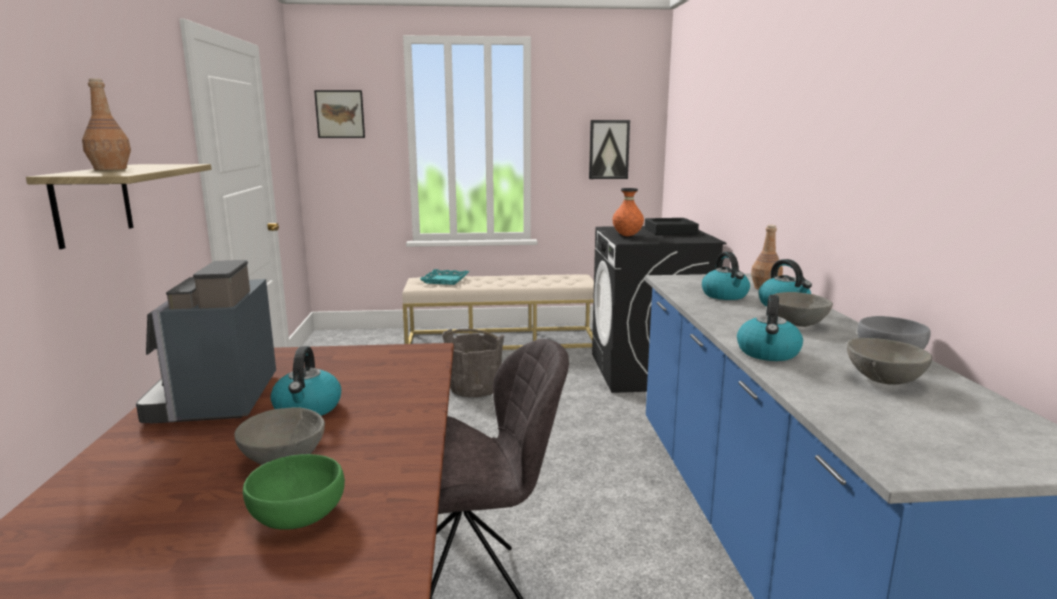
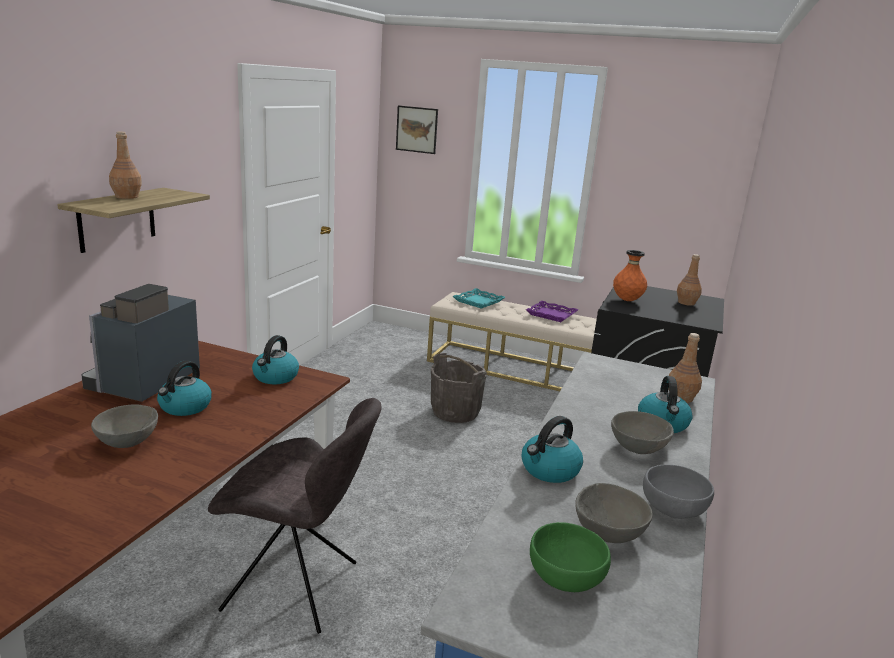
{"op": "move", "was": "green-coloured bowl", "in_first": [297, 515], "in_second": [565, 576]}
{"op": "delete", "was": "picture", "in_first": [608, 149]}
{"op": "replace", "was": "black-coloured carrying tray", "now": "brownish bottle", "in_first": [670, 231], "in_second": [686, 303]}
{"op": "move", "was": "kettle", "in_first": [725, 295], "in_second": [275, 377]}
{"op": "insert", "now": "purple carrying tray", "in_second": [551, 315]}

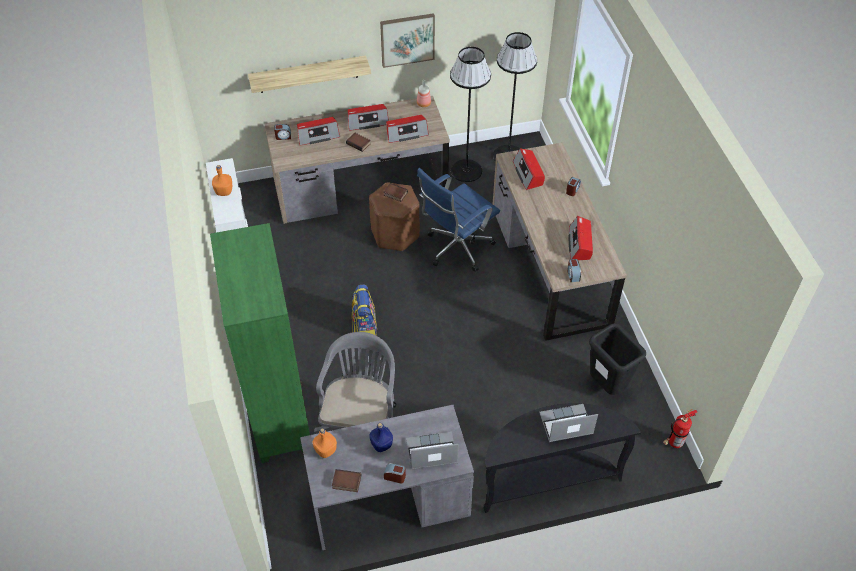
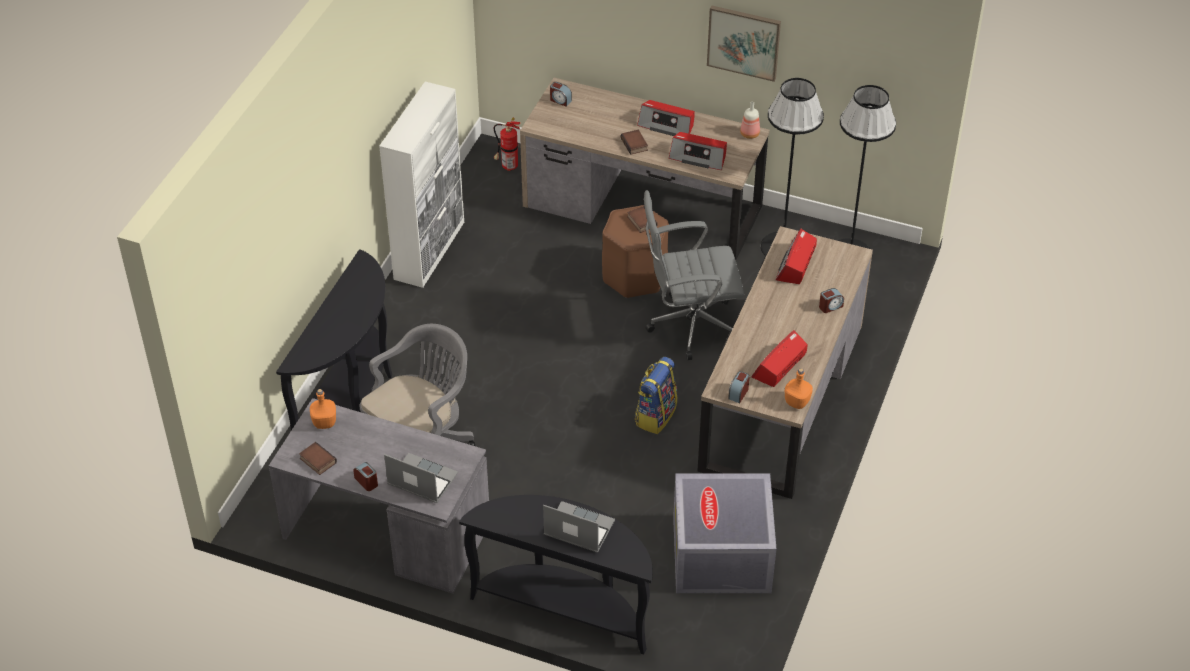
{"op": "replace", "was": "green-coloured bookshelf", "now": "black-coloured console table", "in_first": [279, 415], "in_second": [352, 394]}
{"op": "move", "was": "orange bottle", "in_first": [224, 191], "in_second": [797, 402]}
{"op": "delete", "was": "wall shelf", "in_first": [308, 74]}
{"op": "delete", "was": "radio set", "in_first": [318, 135]}
{"op": "move", "was": "knapsack", "in_first": [364, 327], "in_second": [655, 415]}
{"op": "delete", "was": "bluish bottle", "in_first": [381, 444]}
{"op": "recolor", "was": "bluish desk chair", "now": "grey desk chair", "in_first": [456, 249], "in_second": [689, 326]}
{"op": "replace", "was": "black-coloured waste bin", "now": "grey storage bin", "in_first": [607, 386], "in_second": [723, 556]}
{"op": "move", "was": "fire-fighting cylinder", "in_first": [673, 443], "in_second": [508, 166]}

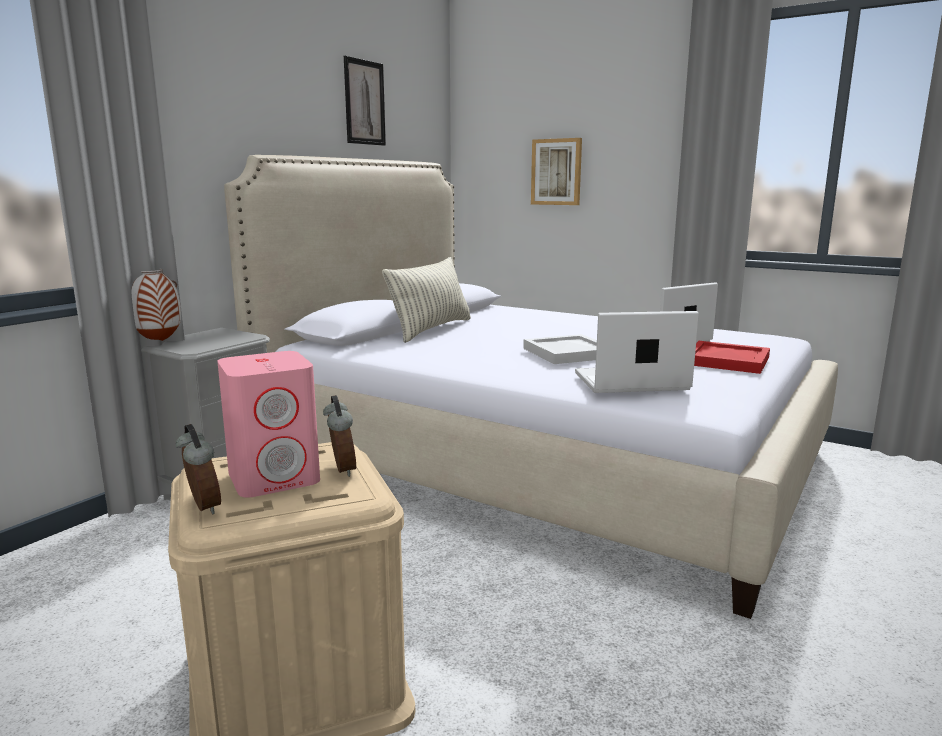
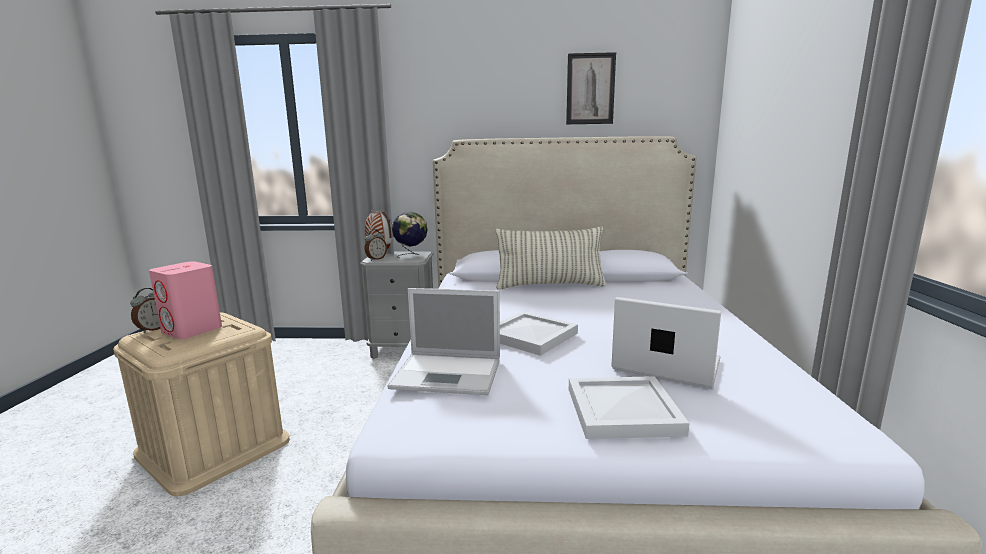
{"op": "move", "was": "bedside clock", "in_first": [341, 470], "in_second": [376, 259]}
{"op": "delete", "was": "picture", "in_first": [556, 172]}
{"op": "rotate", "was": "laptop", "in_first": [628, 382], "in_second": [449, 374], "clockwise": 135}
{"op": "recolor", "was": "red-coloured carrying tray", "now": "whitish carrying tray", "in_first": [725, 361], "in_second": [621, 410]}
{"op": "insert", "now": "world globe", "in_second": [411, 255]}

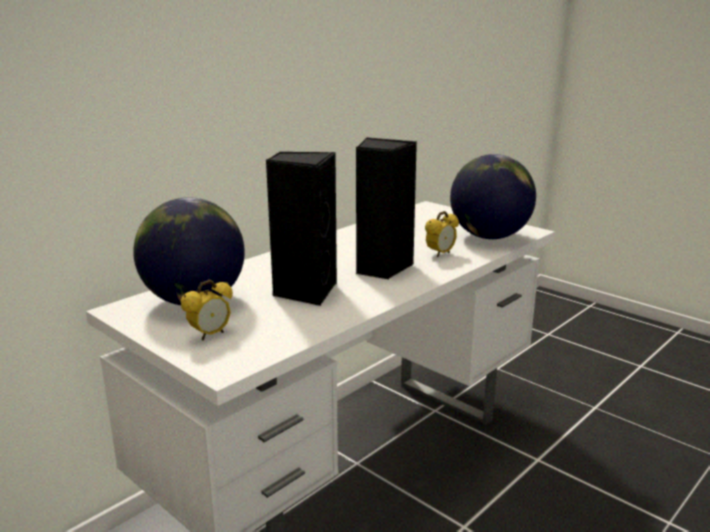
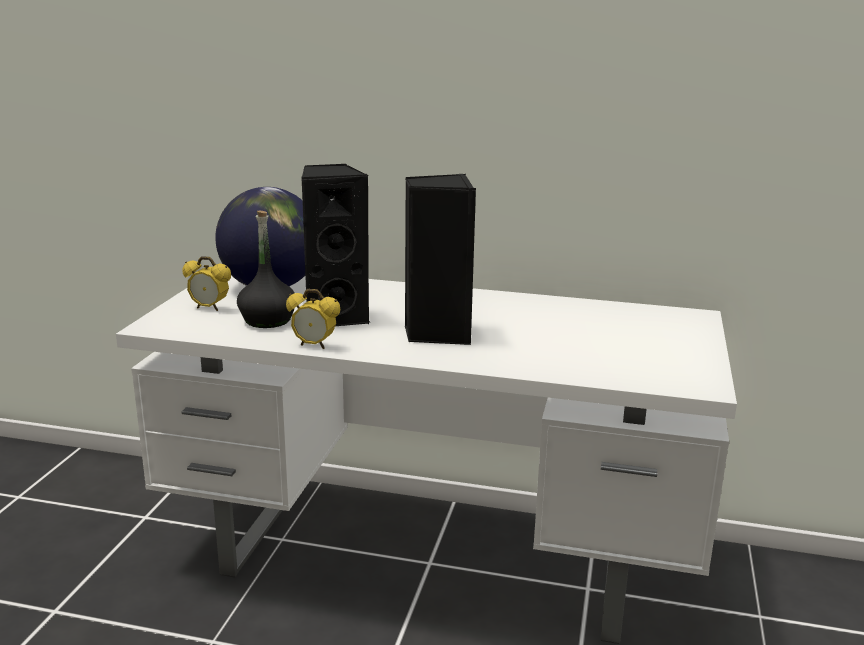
{"op": "move", "was": "bedside clock", "in_first": [440, 254], "in_second": [314, 345]}
{"op": "delete", "was": "world globe", "in_first": [489, 237]}
{"op": "insert", "now": "black-coloured bottle", "in_second": [268, 320]}

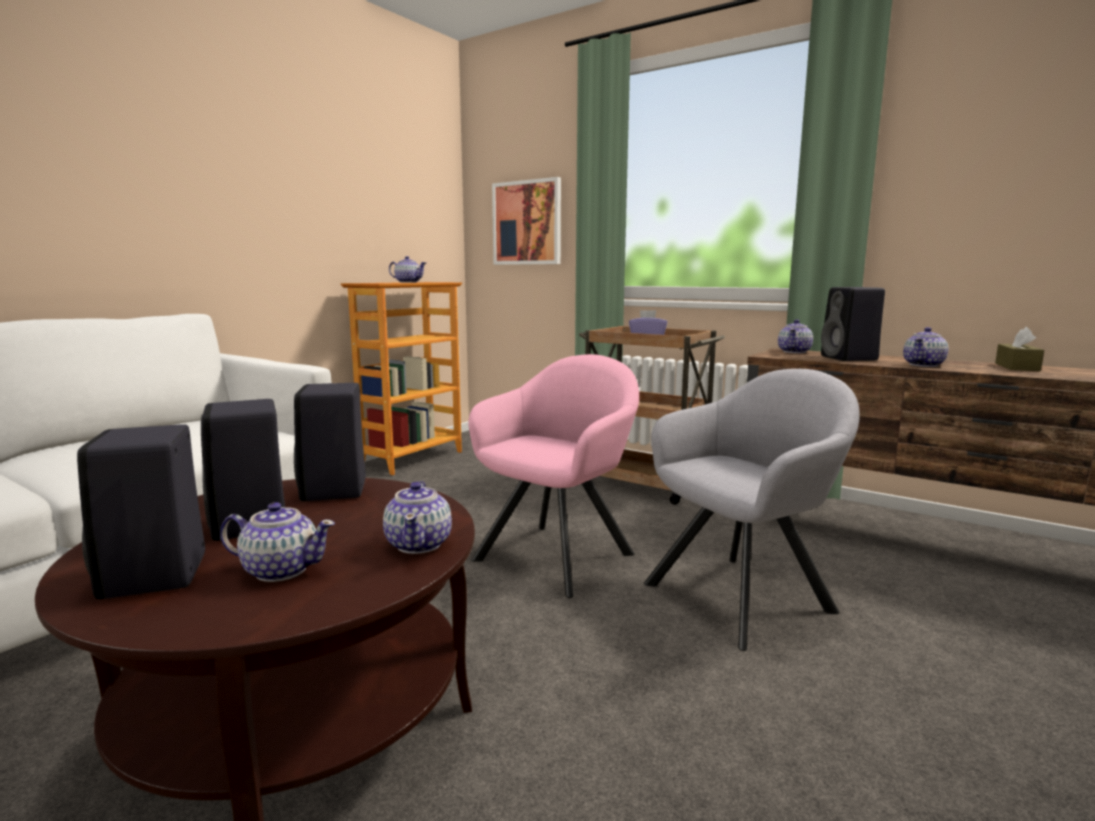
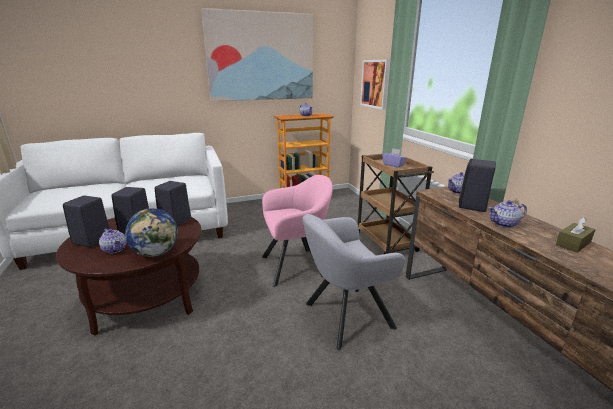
{"op": "replace", "was": "tea pot", "now": "world globe", "in_first": [419, 544], "in_second": [156, 253]}
{"op": "rotate", "was": "grey armchair", "in_first": [745, 595], "in_second": [344, 316], "clockwise": 150}
{"op": "insert", "now": "picture", "in_second": [261, 57]}

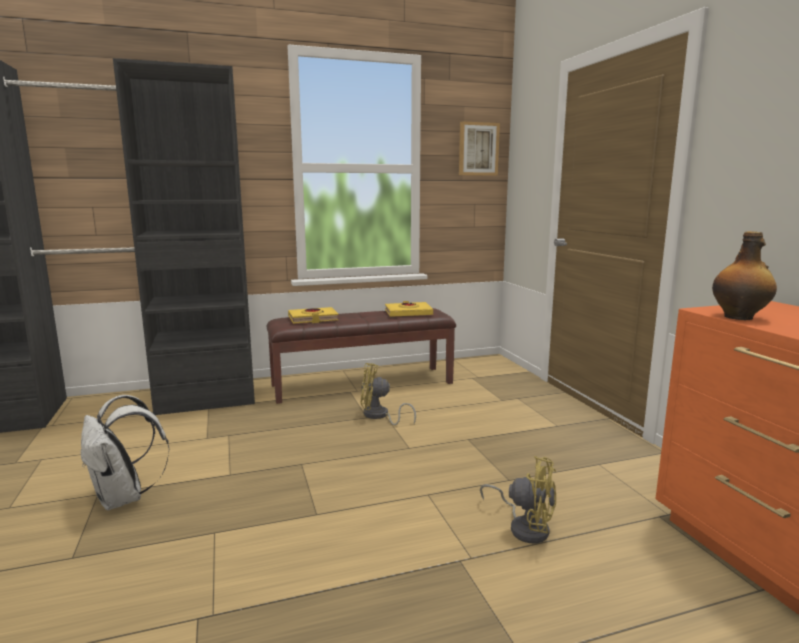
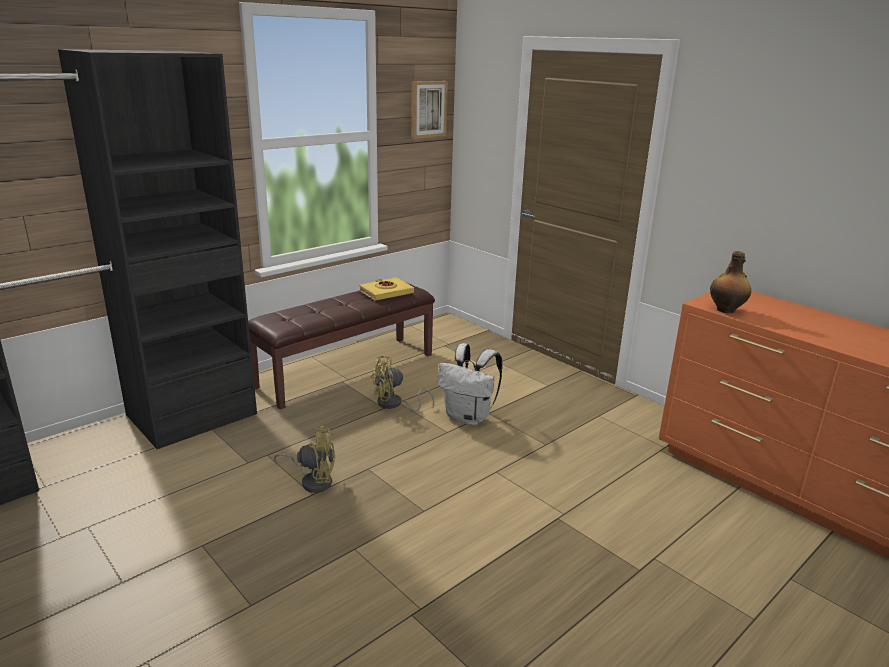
{"op": "move", "was": "whitish knapsack", "in_first": [124, 498], "in_second": [469, 417]}
{"op": "delete", "was": "yellow-coloured bound book", "in_first": [313, 319]}
{"op": "move", "was": "yellow-coloured fan", "in_first": [525, 527], "in_second": [313, 480]}

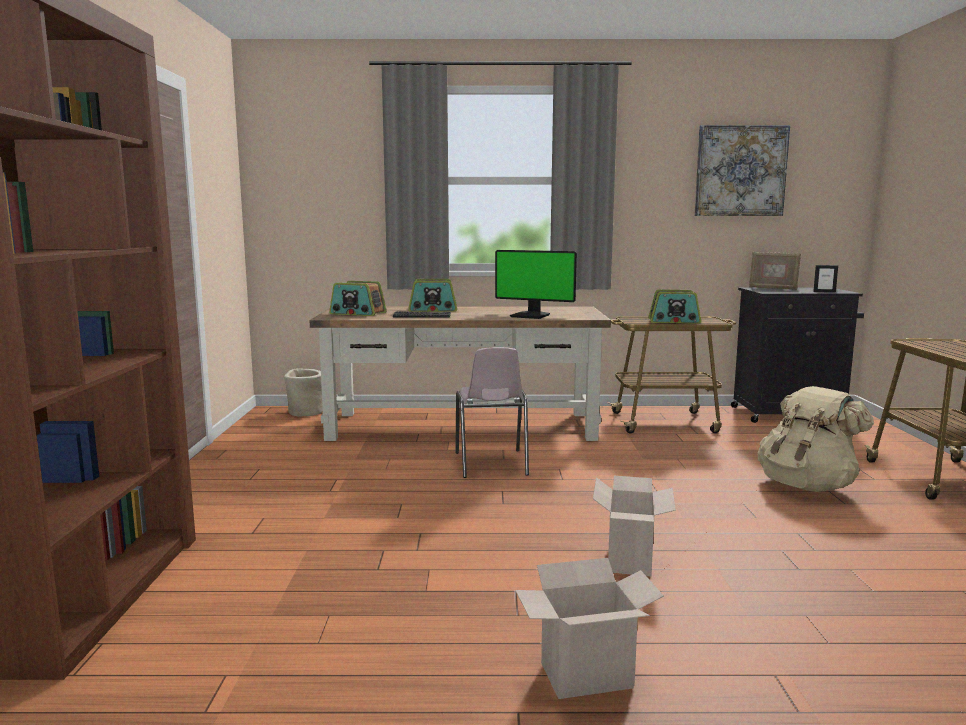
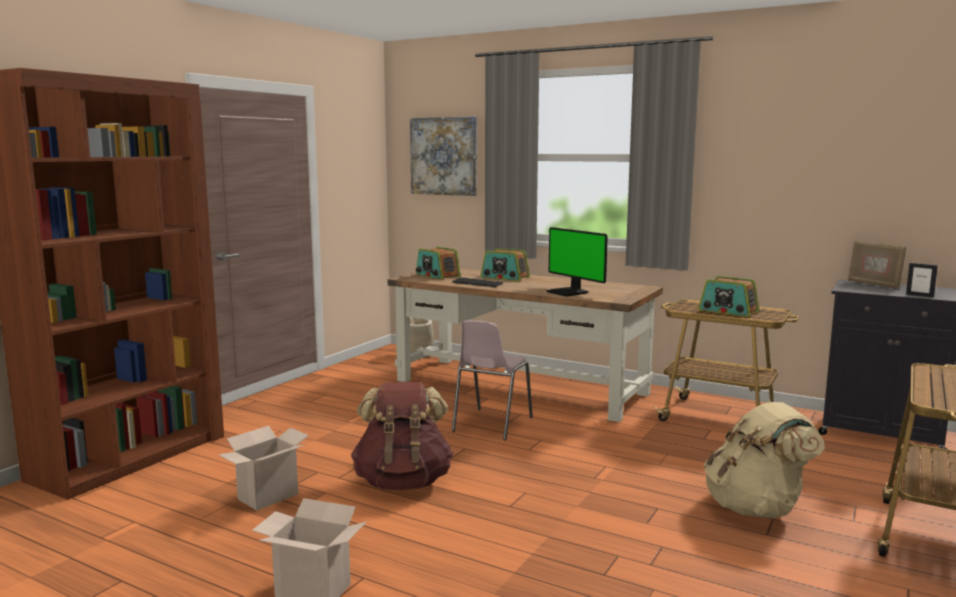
{"op": "move", "was": "packing box", "in_first": [631, 561], "in_second": [267, 498]}
{"op": "move", "was": "picture", "in_first": [740, 171], "in_second": [444, 156]}
{"op": "insert", "now": "brownish knapsack", "in_second": [403, 482]}

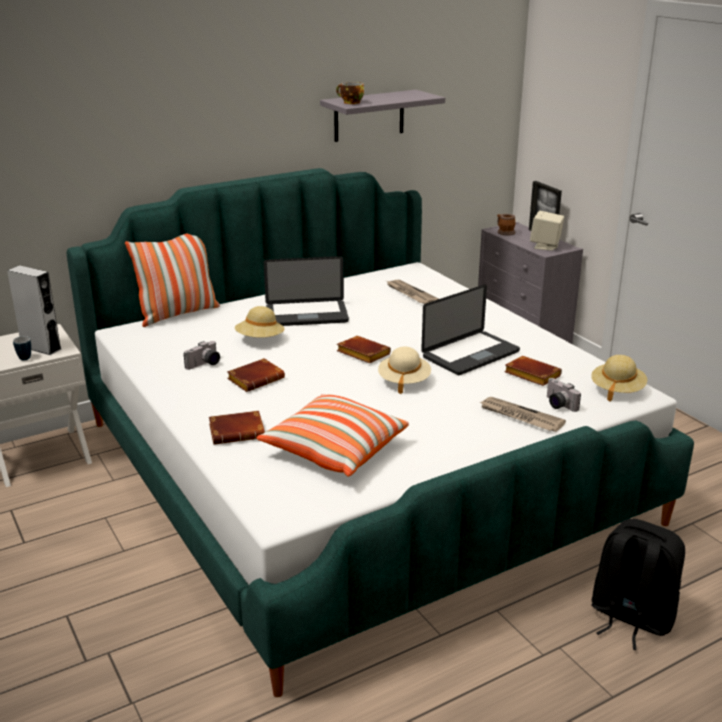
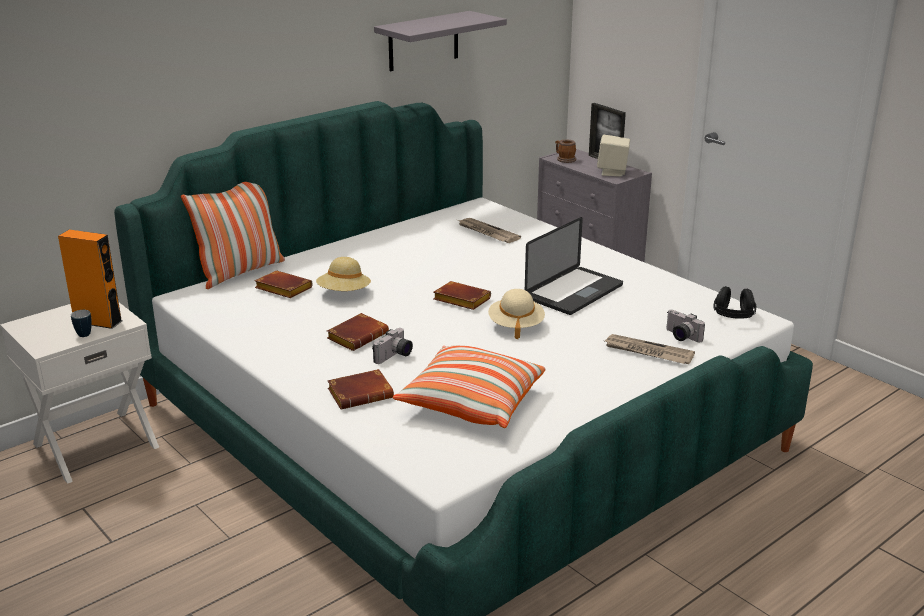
{"op": "recolor", "was": "grey loudspeaker", "now": "orange loudspeaker", "in_first": [41, 348], "in_second": [97, 321]}
{"op": "move", "was": "photo camera", "in_first": [204, 364], "in_second": [394, 356]}
{"op": "delete", "was": "laptop", "in_first": [306, 315]}
{"op": "delete", "was": "drinking cup", "in_first": [350, 103]}
{"op": "move", "was": "brownish bound book", "in_first": [530, 375], "in_second": [281, 289]}
{"op": "replace", "was": "beige hat", "now": "black-coloured pair of headphones", "in_first": [617, 390], "in_second": [733, 317]}
{"op": "delete", "was": "black-coloured knapsack", "in_first": [630, 617]}

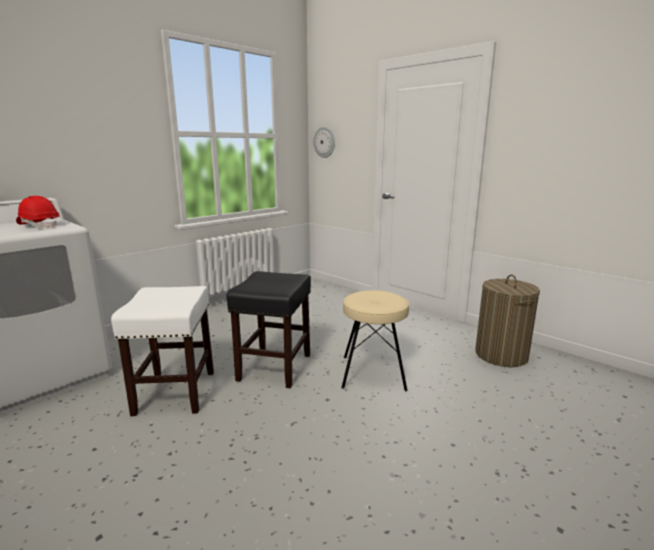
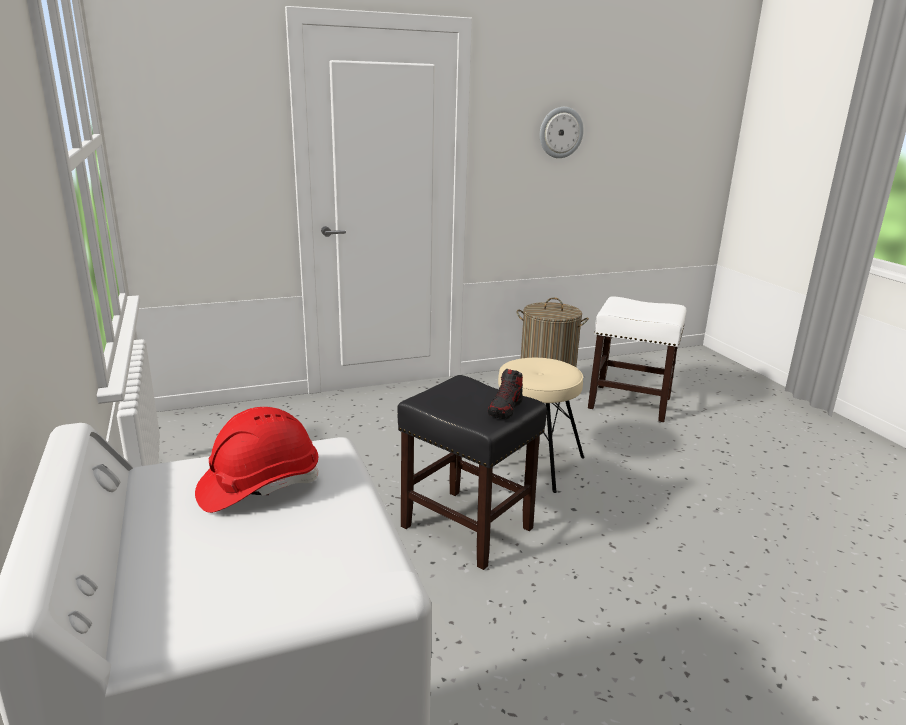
{"op": "move", "was": "whitish stool seat", "in_first": [175, 393], "in_second": [630, 403]}
{"op": "move", "was": "clock on the wall", "in_first": [324, 142], "in_second": [560, 132]}
{"op": "insert", "now": "shoe", "in_second": [505, 409]}

